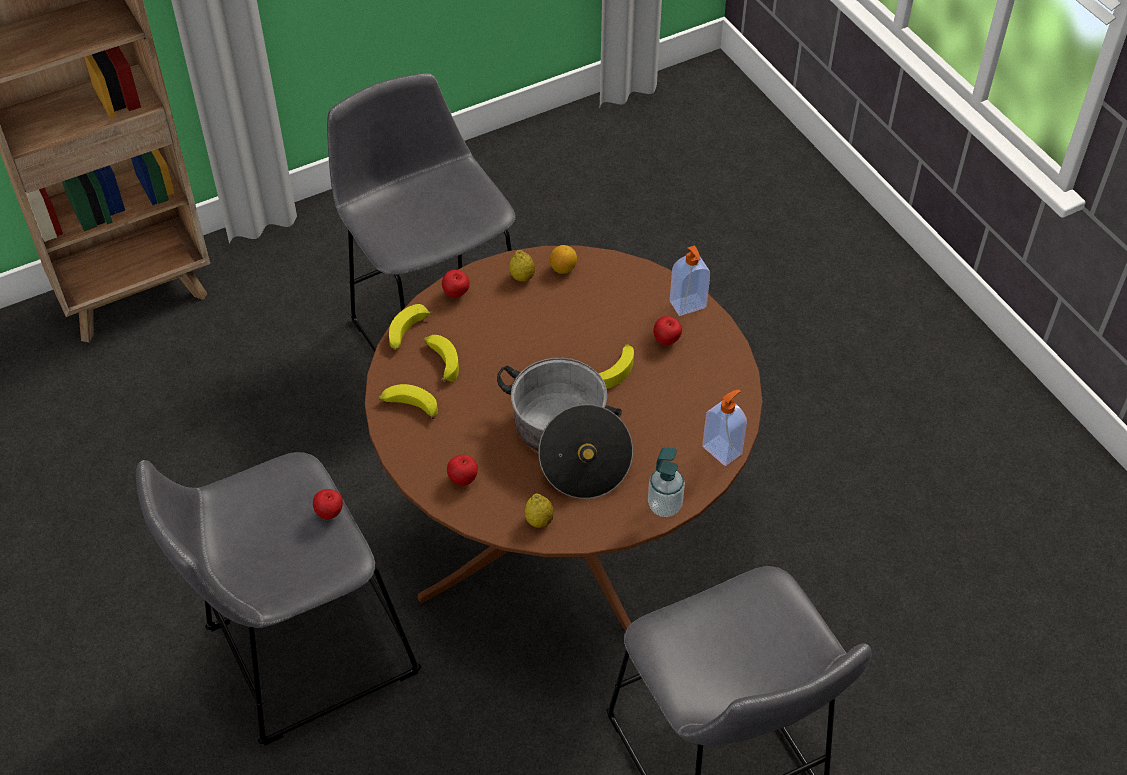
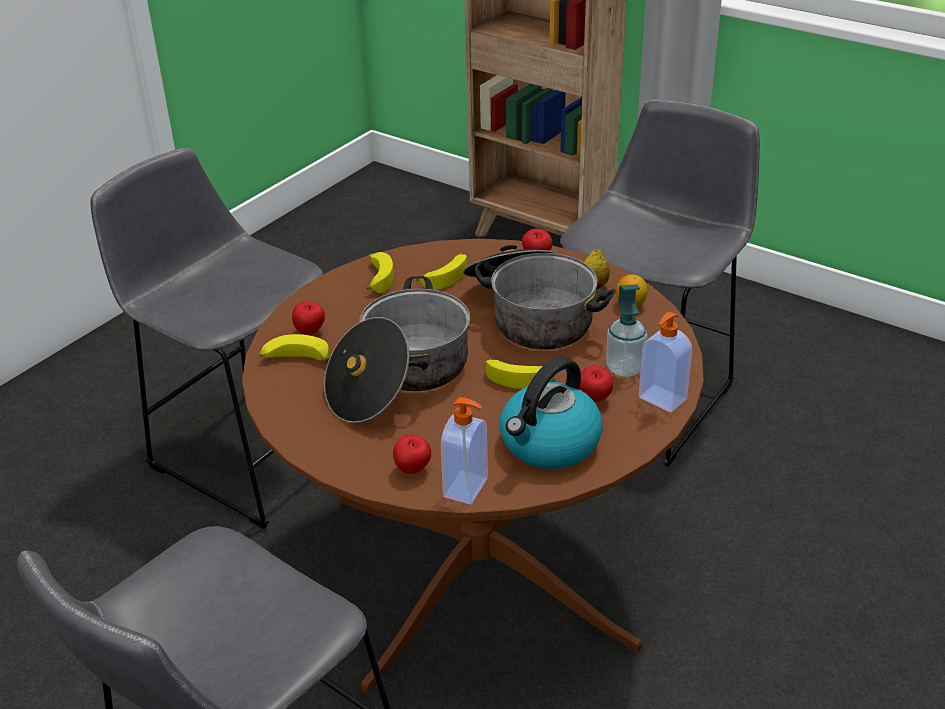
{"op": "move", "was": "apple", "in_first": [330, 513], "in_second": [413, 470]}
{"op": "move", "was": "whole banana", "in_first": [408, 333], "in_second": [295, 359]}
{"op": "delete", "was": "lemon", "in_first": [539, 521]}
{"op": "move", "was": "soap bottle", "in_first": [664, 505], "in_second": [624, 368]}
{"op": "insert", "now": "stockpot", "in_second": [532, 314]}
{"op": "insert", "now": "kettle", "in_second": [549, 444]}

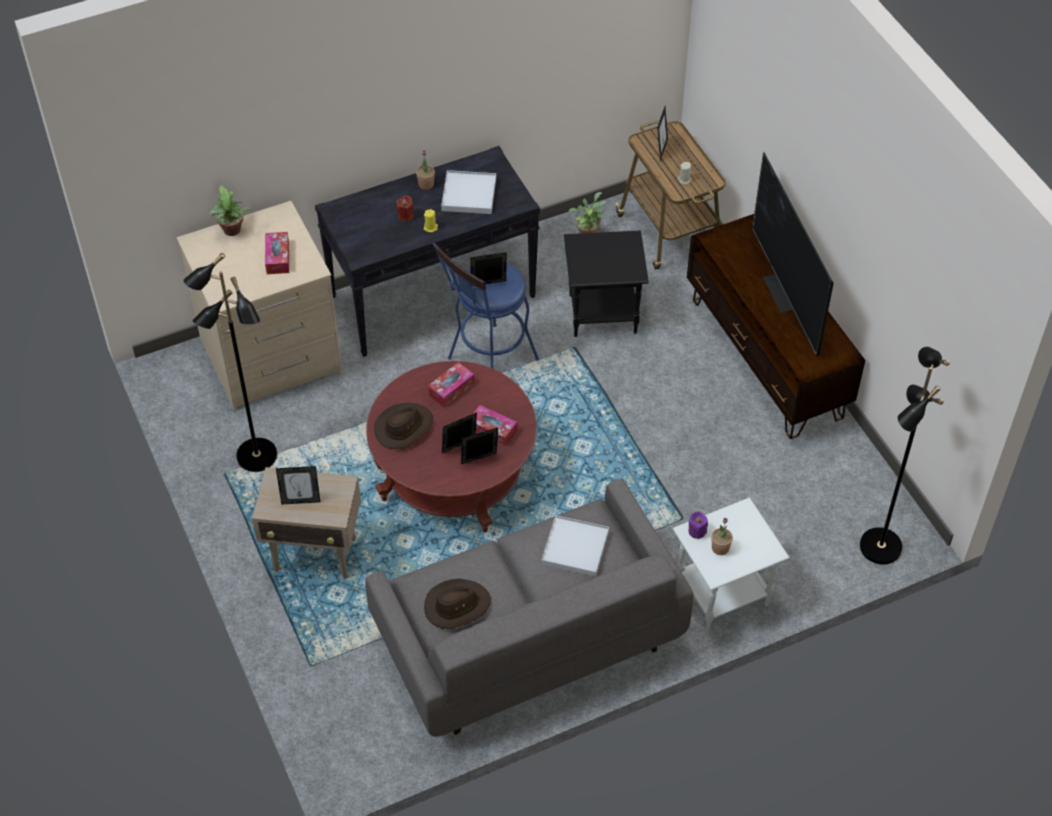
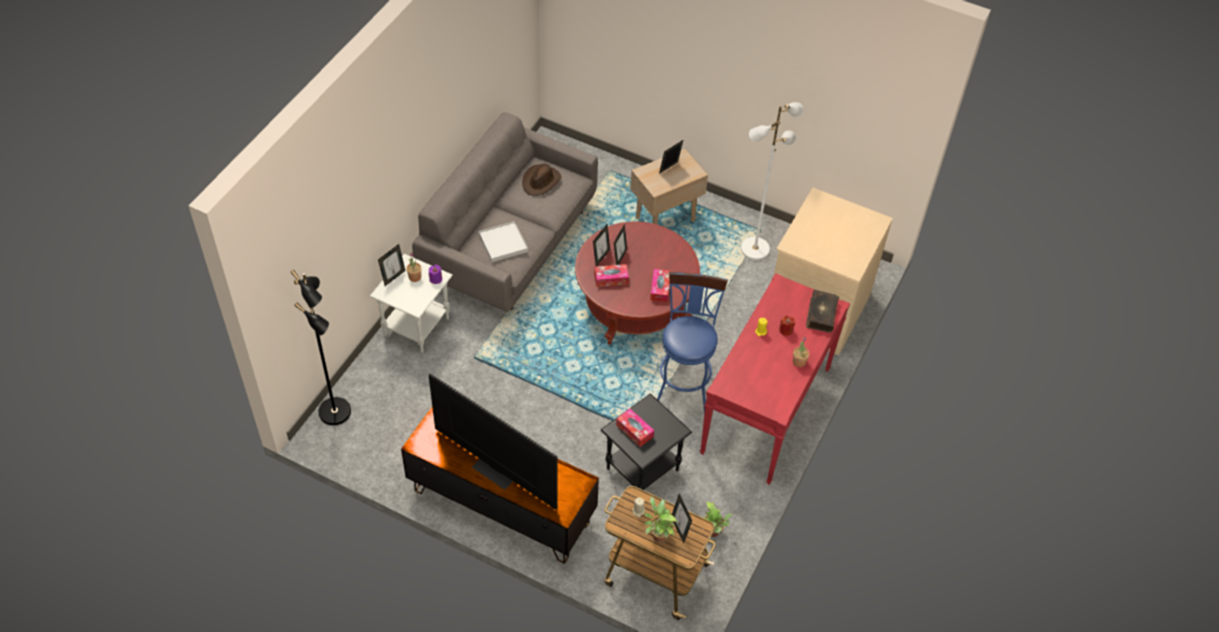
{"op": "recolor", "was": "black-coloured standard lamp", "now": "whitish standard lamp", "in_first": [256, 457], "in_second": [754, 248]}
{"op": "move", "was": "potted plant", "in_first": [232, 232], "in_second": [658, 534]}
{"op": "move", "was": "tissue box", "in_first": [278, 258], "in_second": [634, 431]}
{"op": "recolor", "was": "black-coloured console table", "now": "red-coloured console table", "in_first": [433, 296], "in_second": [766, 411]}
{"op": "delete", "was": "brownish hat", "in_first": [404, 427]}
{"op": "delete", "was": "whitish carrying tray", "in_first": [468, 194]}
{"op": "move", "was": "photo frame", "in_first": [488, 285], "in_second": [393, 277]}
{"op": "insert", "now": "bound book", "in_second": [820, 315]}

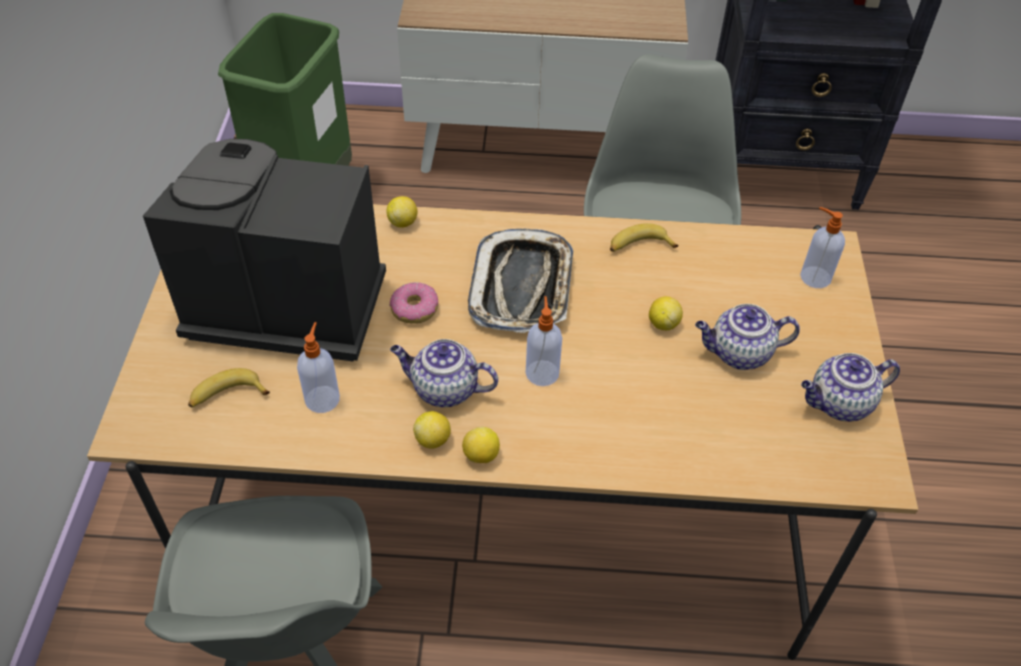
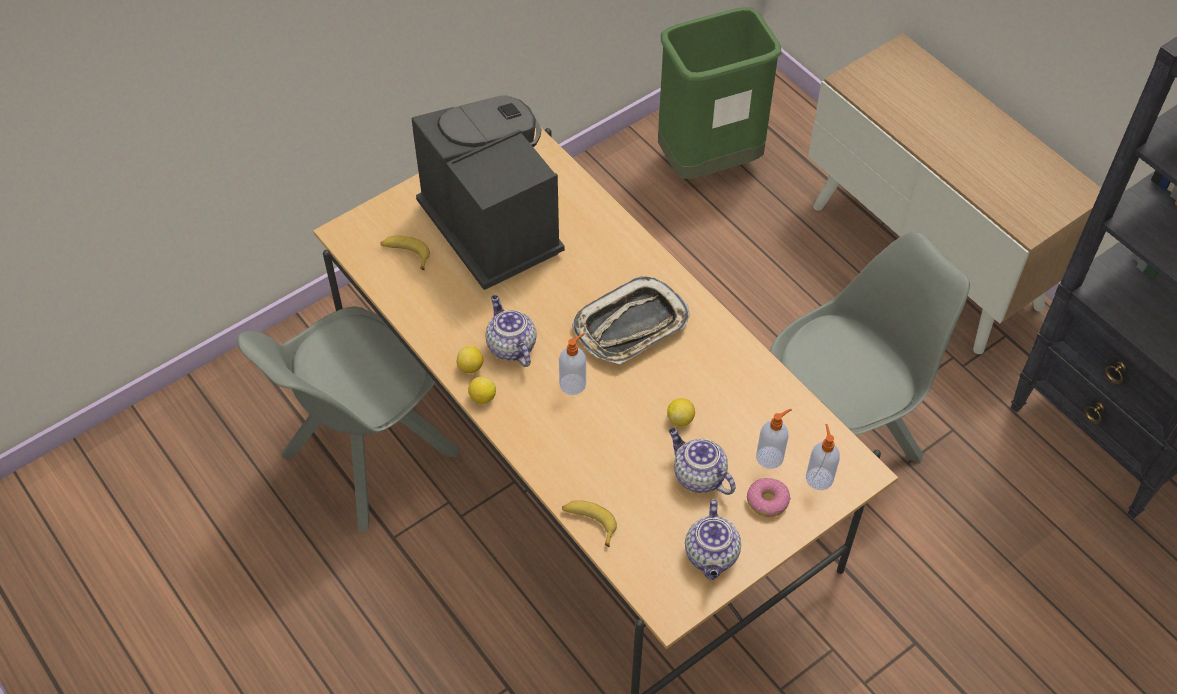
{"op": "move", "was": "soap bottle", "in_first": [322, 398], "in_second": [770, 457]}
{"op": "delete", "was": "lemon", "in_first": [403, 222]}
{"op": "move", "was": "doughnut", "in_first": [414, 309], "in_second": [767, 501]}
{"op": "move", "was": "whole banana", "in_first": [639, 246], "in_second": [589, 523]}
{"op": "rotate", "was": "tea pot", "in_first": [839, 404], "in_second": [712, 556], "clockwise": -120}

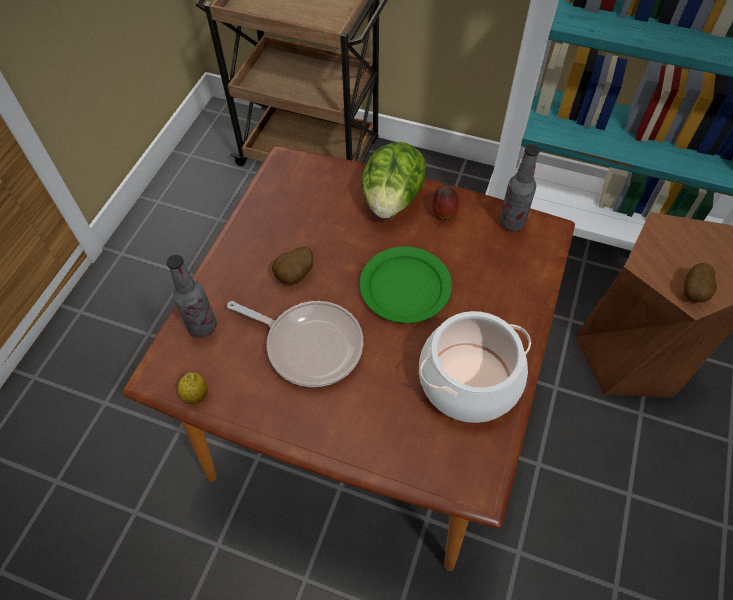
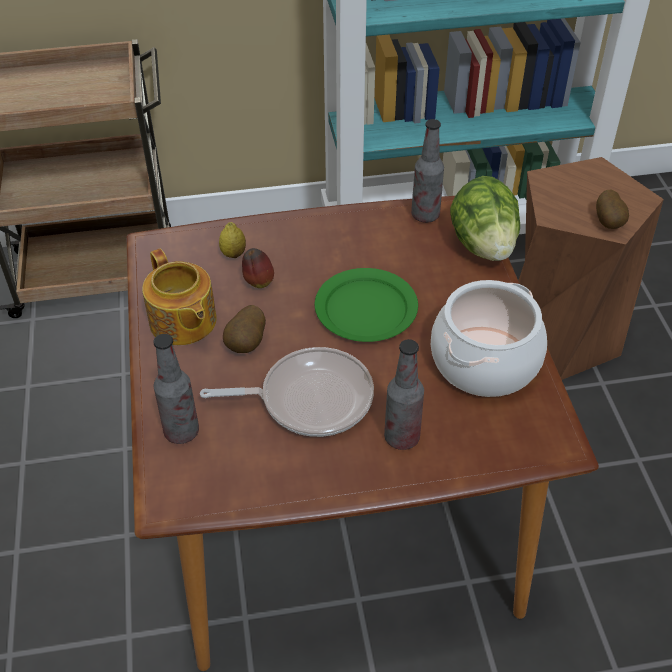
{"op": "move", "was": "lemon", "in_first": [196, 395], "in_second": [233, 254]}
{"op": "move", "was": "lettuce", "in_first": [392, 200], "in_second": [483, 245]}
{"op": "move", "was": "apple", "in_first": [443, 213], "in_second": [258, 282]}
{"op": "insert", "now": "tea pot", "in_second": [183, 322]}
{"op": "insert", "now": "bottle", "in_second": [401, 437]}

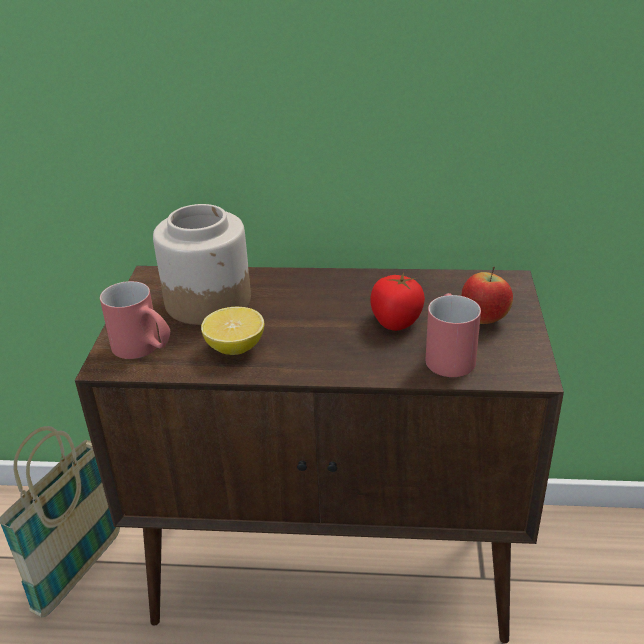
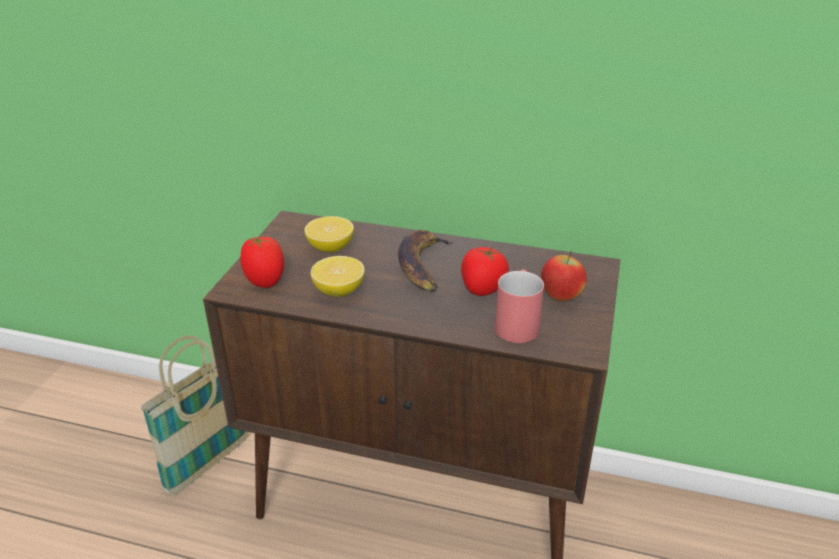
{"op": "replace", "was": "red-coloured mug", "now": "whole tomato", "in_first": [144, 349], "in_second": [265, 282]}
{"op": "replace", "was": "preserve jar", "now": "lemon", "in_first": [208, 300], "in_second": [330, 248]}
{"op": "insert", "now": "whole banana", "in_second": [423, 265]}

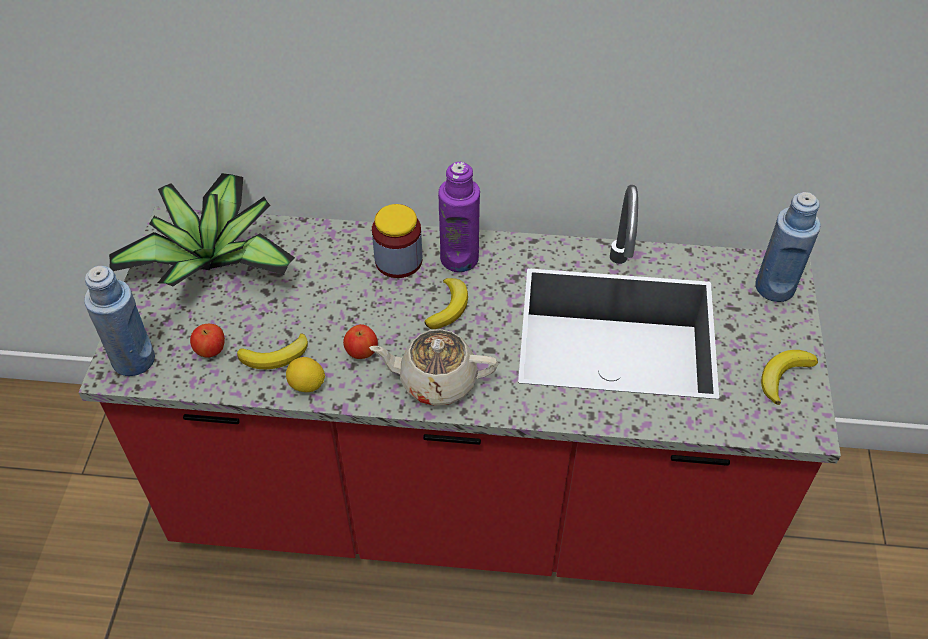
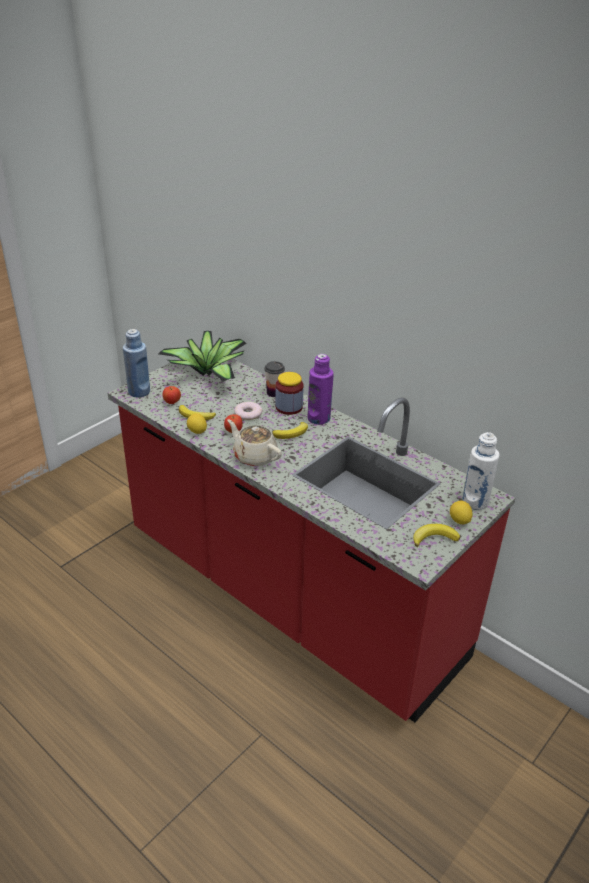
{"op": "recolor", "was": "bluish bottle", "now": "whitish bottle", "in_first": [774, 287], "in_second": [475, 502]}
{"op": "insert", "now": "doughnut", "in_second": [248, 413]}
{"op": "insert", "now": "drinking cup", "in_second": [274, 393]}
{"op": "insert", "now": "lemon", "in_second": [459, 520]}

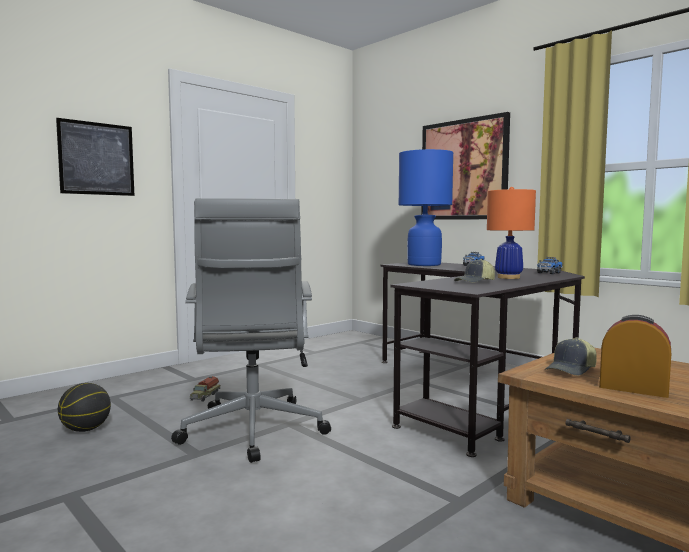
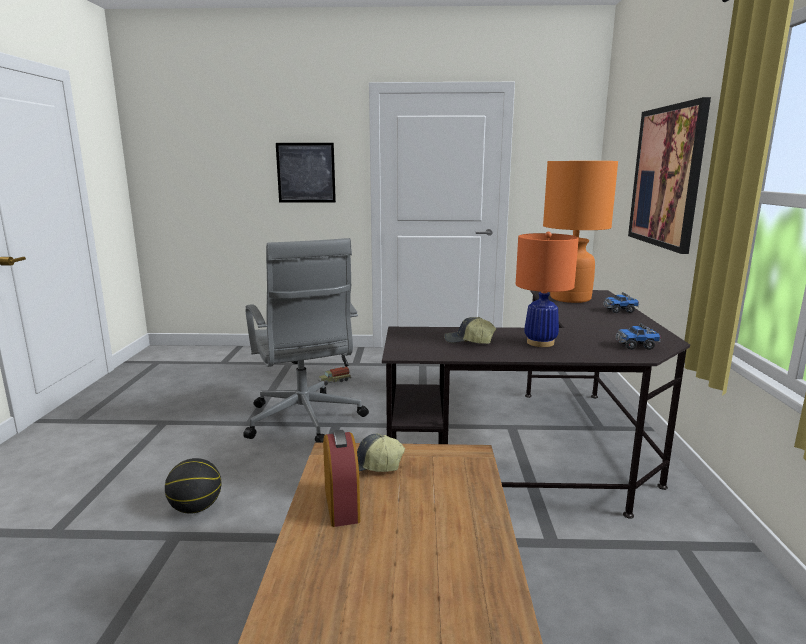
{"op": "move", "was": "ball for basketball", "in_first": [86, 429], "in_second": [196, 508]}
{"op": "rotate", "was": "grey desk chair", "in_first": [252, 431], "in_second": [304, 421], "clockwise": -60}
{"op": "recolor", "was": "bluish tabletop lamp", "now": "orange tabletop lamp", "in_first": [424, 265], "in_second": [570, 298]}

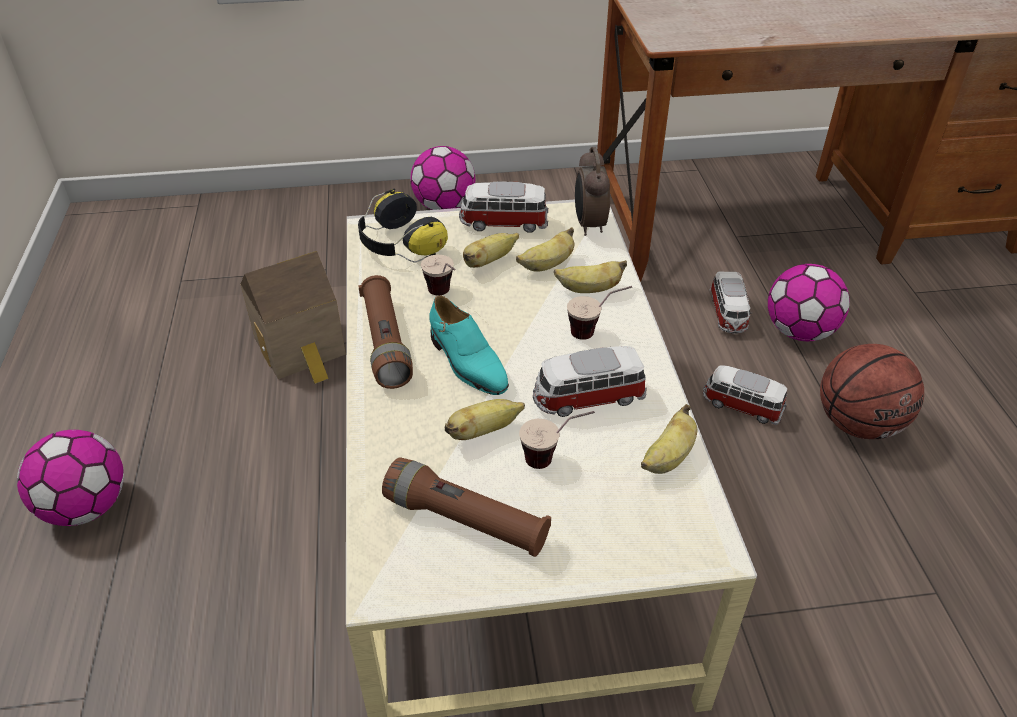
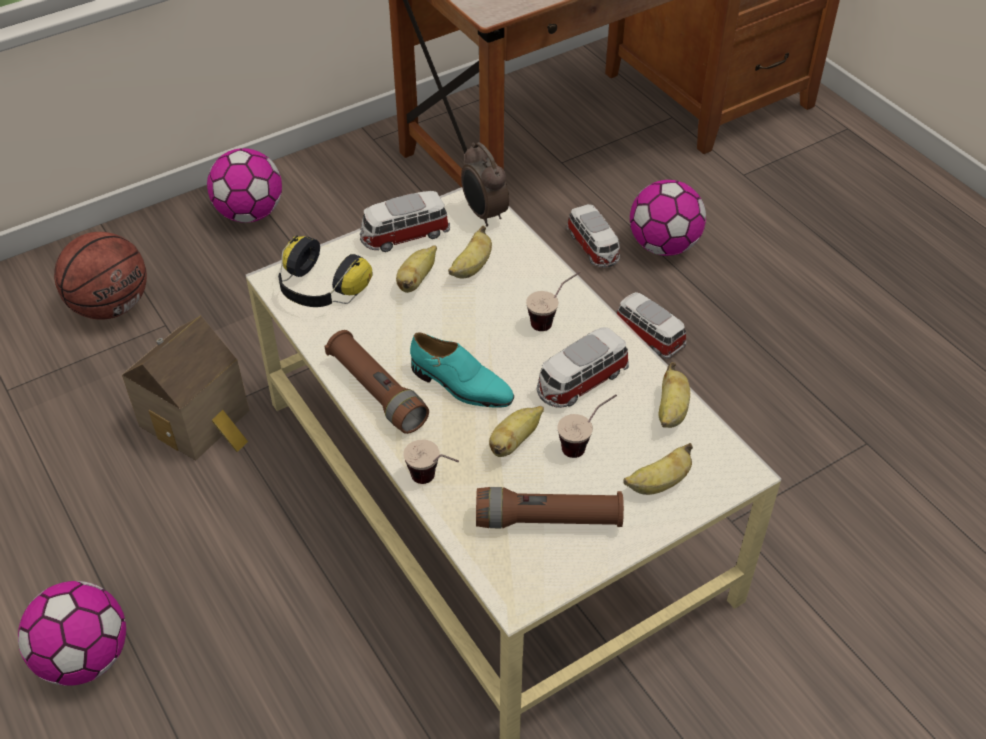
{"op": "move", "was": "drinking cup", "in_first": [444, 297], "in_second": [434, 482]}
{"op": "move", "was": "whole banana", "in_first": [589, 290], "in_second": [658, 484]}
{"op": "rotate", "was": "model car", "in_first": [741, 406], "in_second": [648, 335], "clockwise": 45}
{"op": "move", "was": "ball for basketball", "in_first": [858, 423], "in_second": [111, 306]}

